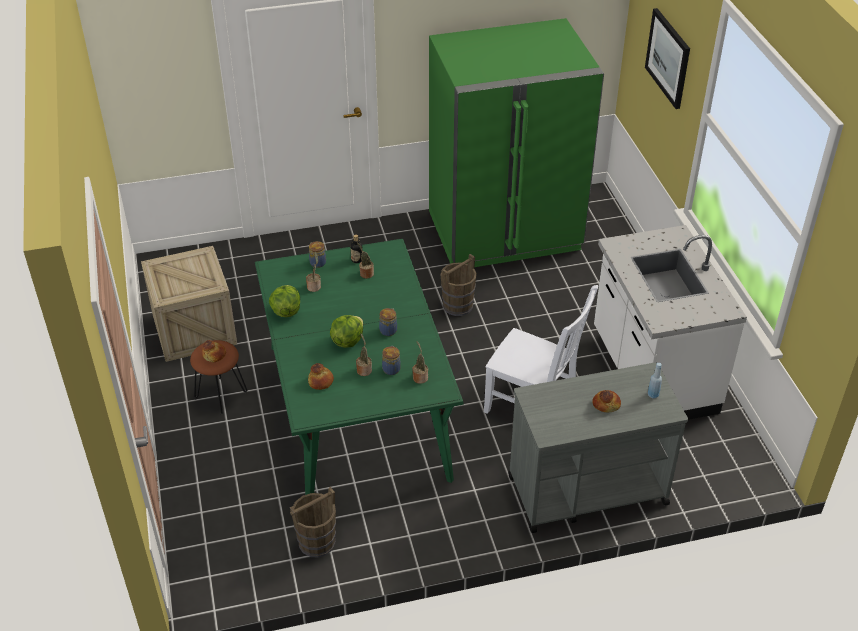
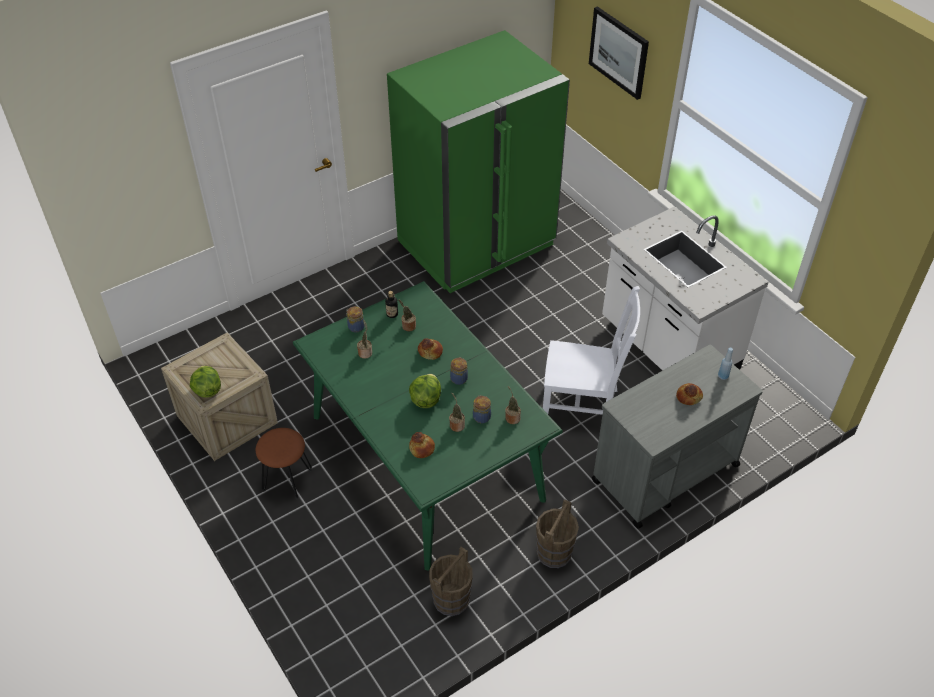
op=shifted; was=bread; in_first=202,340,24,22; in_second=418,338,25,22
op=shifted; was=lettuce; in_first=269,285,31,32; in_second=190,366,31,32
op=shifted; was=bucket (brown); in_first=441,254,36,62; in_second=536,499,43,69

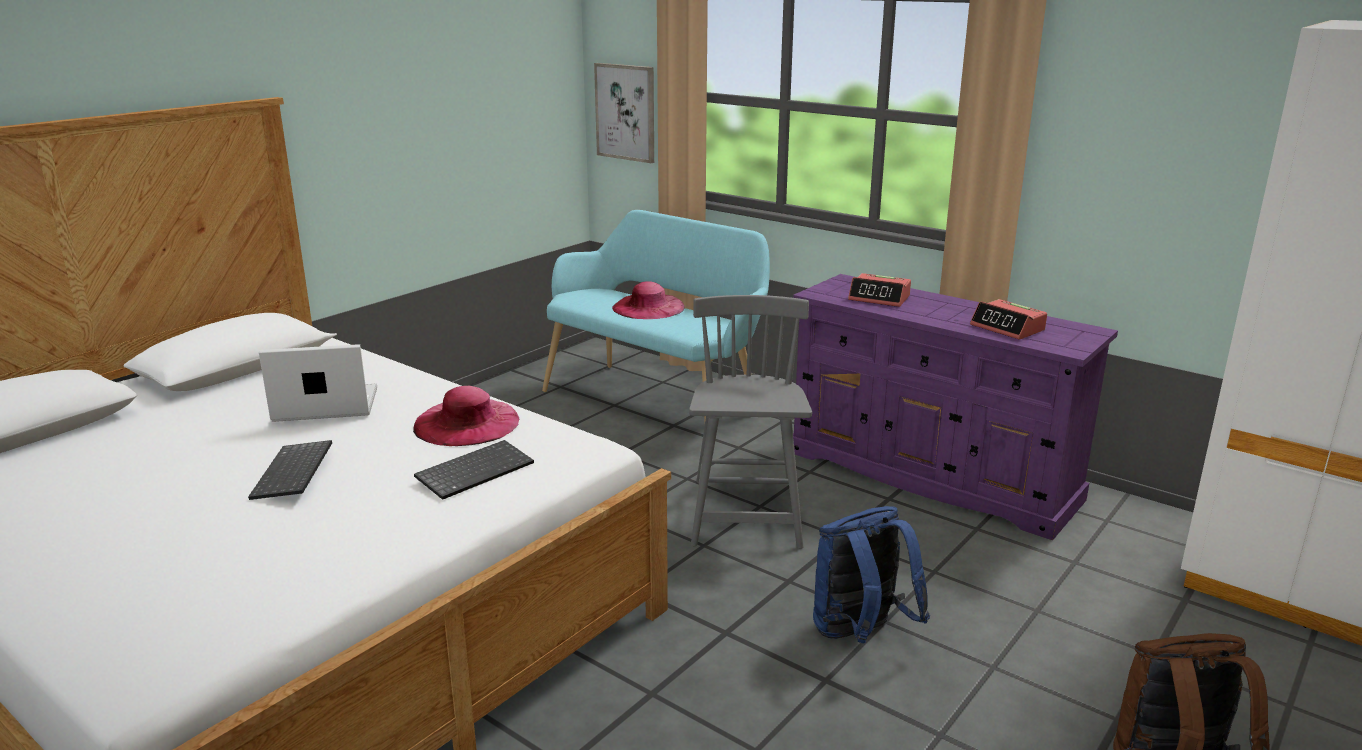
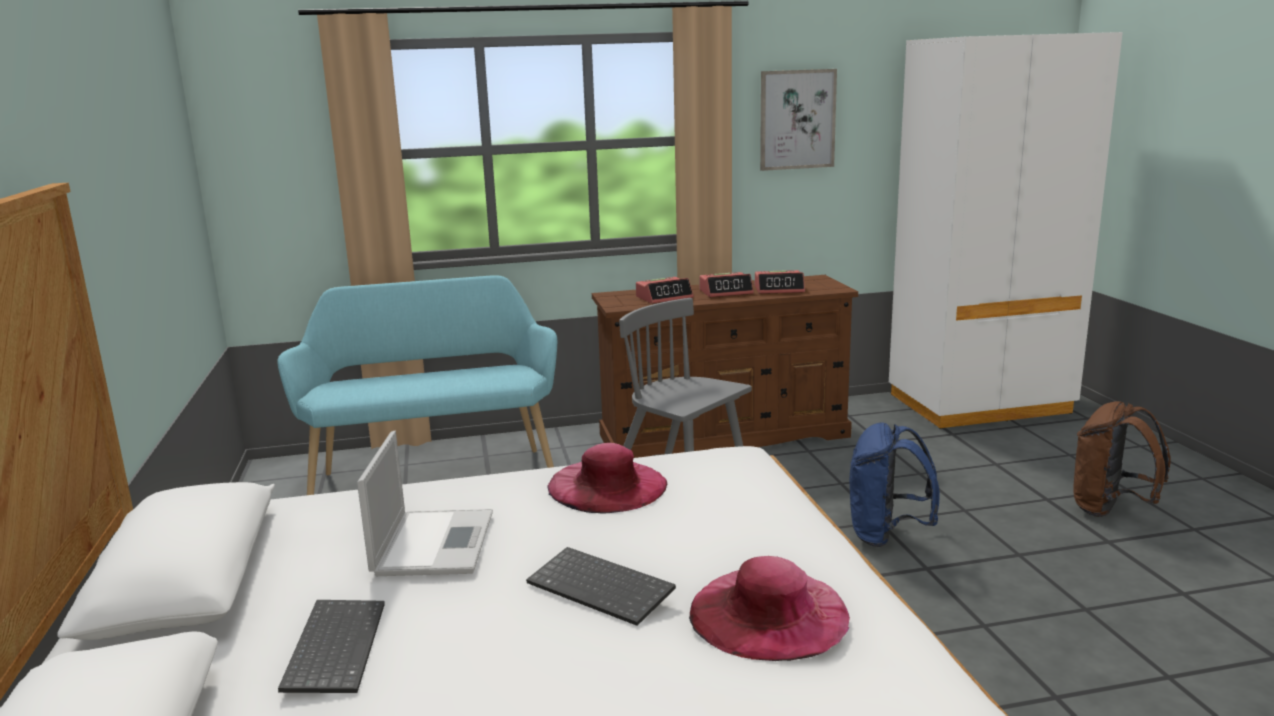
op=rotated; was=laptop; in_first=259,344,118,78; in_second=357,431,136,145; clockwise=150
op=shifted; was=keyboard; in_first=414,440,120,60; in_second=278,600,107,93
op=shifted; was=picture; in_first=594,63,60,100; in_second=760,69,77,102
op=shifted; was=hat (pink); in_first=612,281,72,38; in_second=689,556,161,105
op=repainted; was=dresser (purple); now=dresser (brown); in_first=793,274,325,266; in_second=592,275,266,183
op=new; now=alarm clock; in_second=699,272,55,25

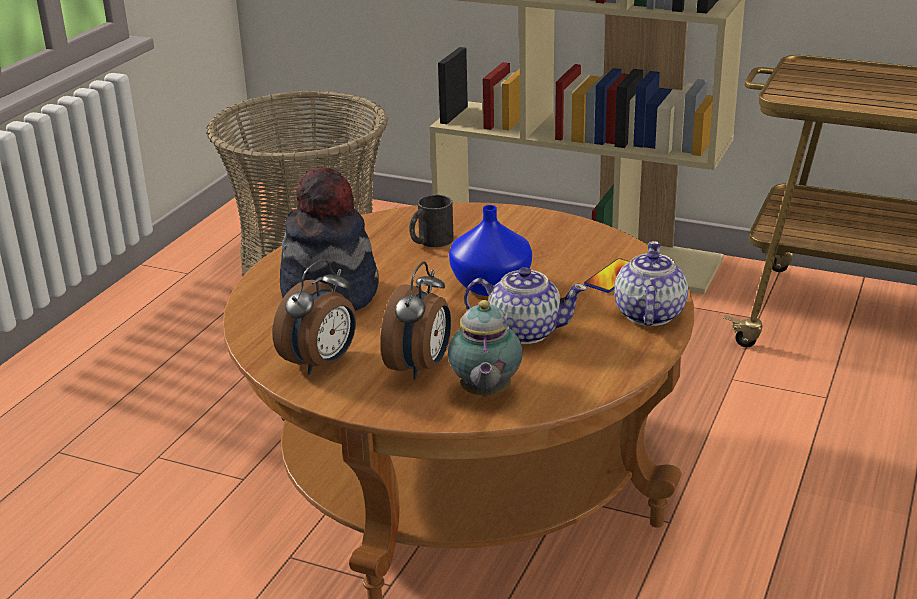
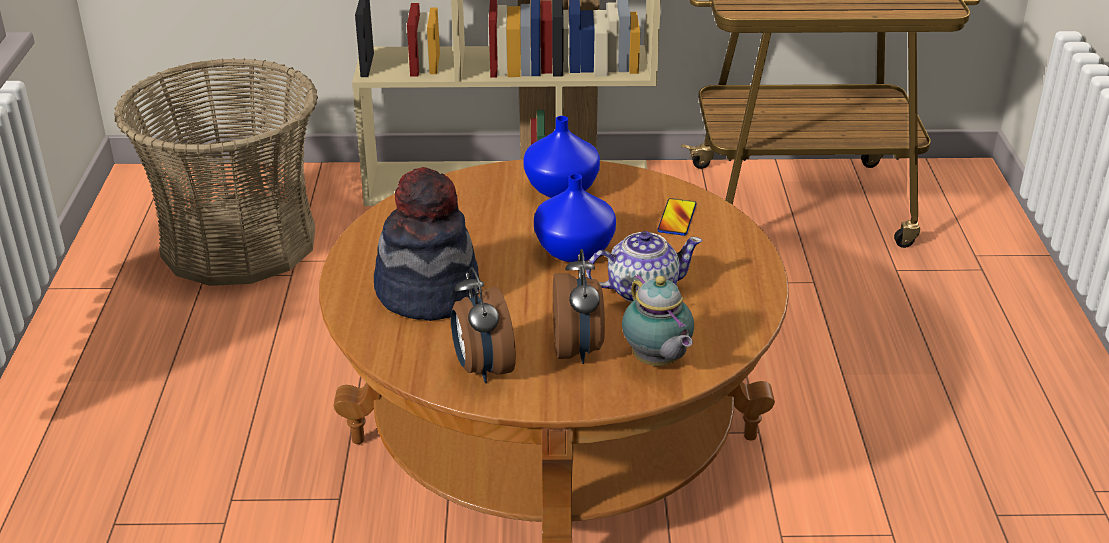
op=rotated; was=alarm clock; in_first=272,259,84,116; in_second=451,267,65,116; clockwise=150
op=gone; was=mug (black); in_first=409,195,45,52
op=gone; was=teapot; in_first=614,241,74,85
op=new; now=vase (blue); in_second=523,116,77,82

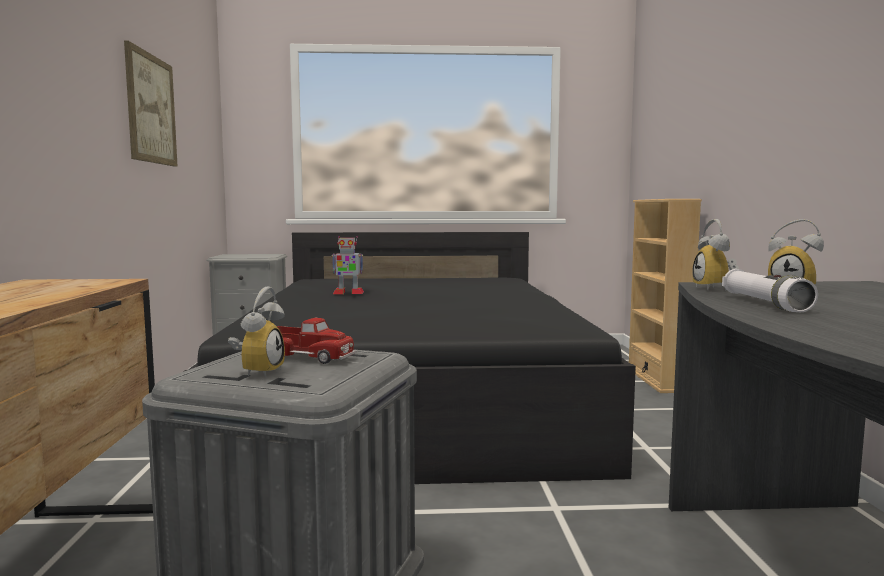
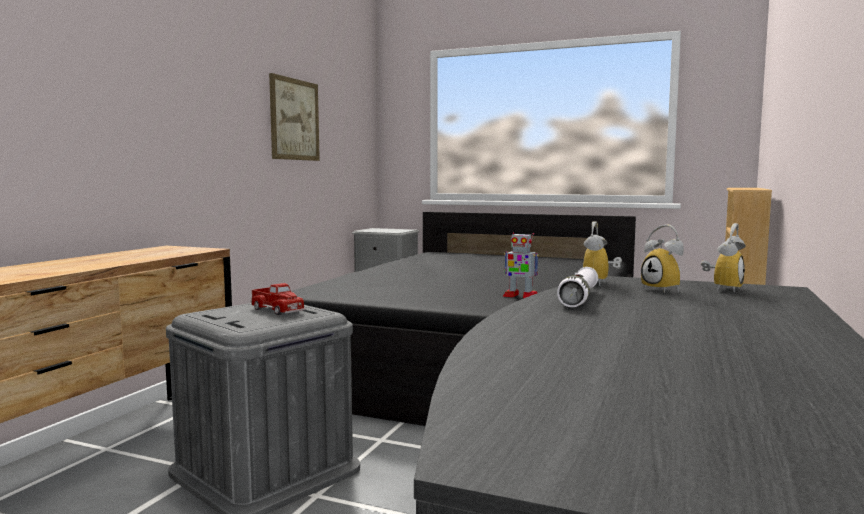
op=shifted; was=alarm clock; in_first=228,287,57,91; in_second=701,223,45,69
op=shifted; was=toy robot; in_first=332,236,32,58; in_second=502,232,37,66

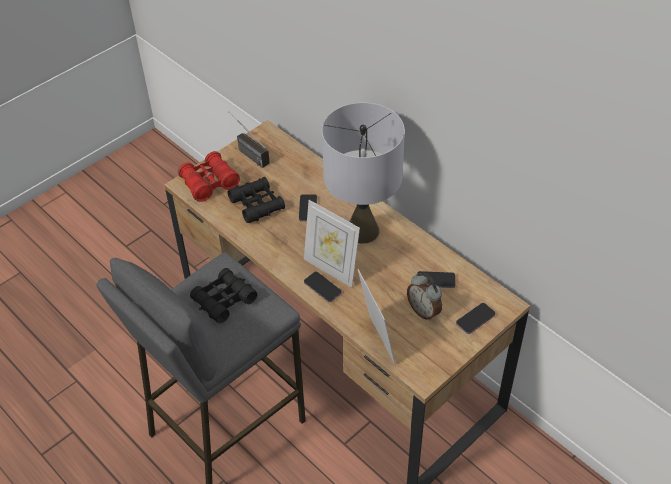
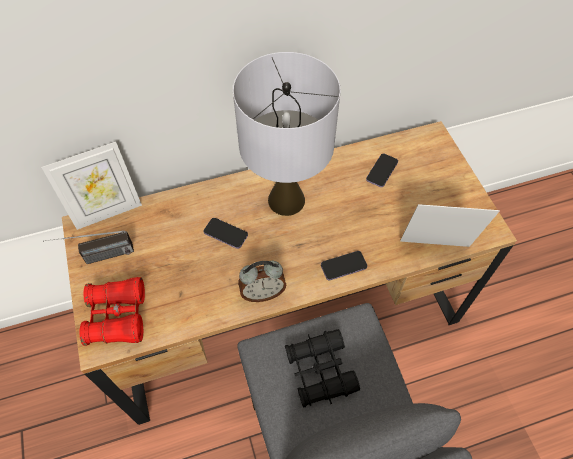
op=gone; was=binoculars (black); in_first=227,177,58,46
op=shifted; was=picture frame; in_first=304,200,56,88; in_second=41,142,101,88
op=shifted; was=alarm clock; in_first=407,273,35,48; in_second=238,261,48,41
op=gone; was=phone; in_first=456,303,40,31

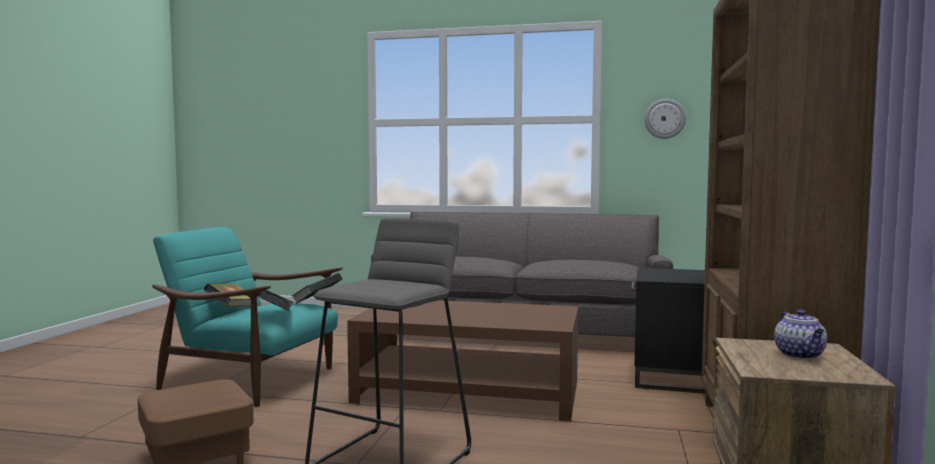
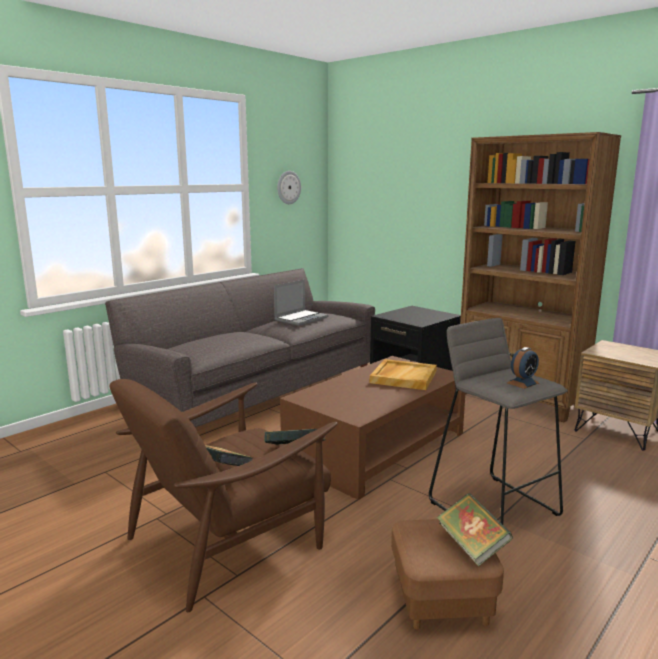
op=repainted; was=armchair (turquoise); now=armchair (brown); in_first=152,227,191,180; in_second=109,379,229,233
op=shifted; was=book; in_first=292,273,50,31; in_second=437,493,76,74
op=gone; was=teapot; in_first=774,309,53,50
op=new; now=laptop; in_second=274,279,54,47
op=new; now=tray (beige); in_second=370,359,67,31
op=new; now=alarm clock; in_second=507,347,32,42

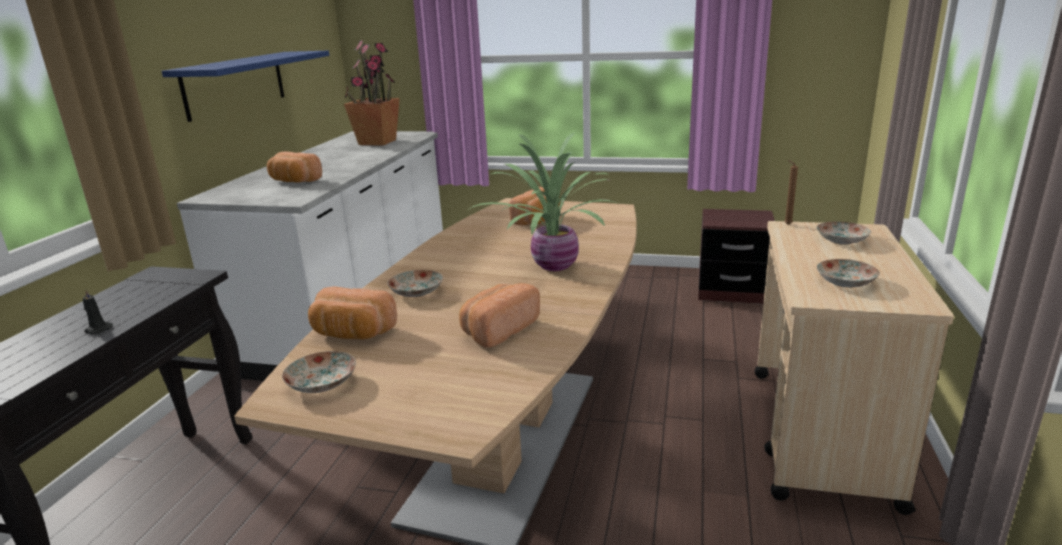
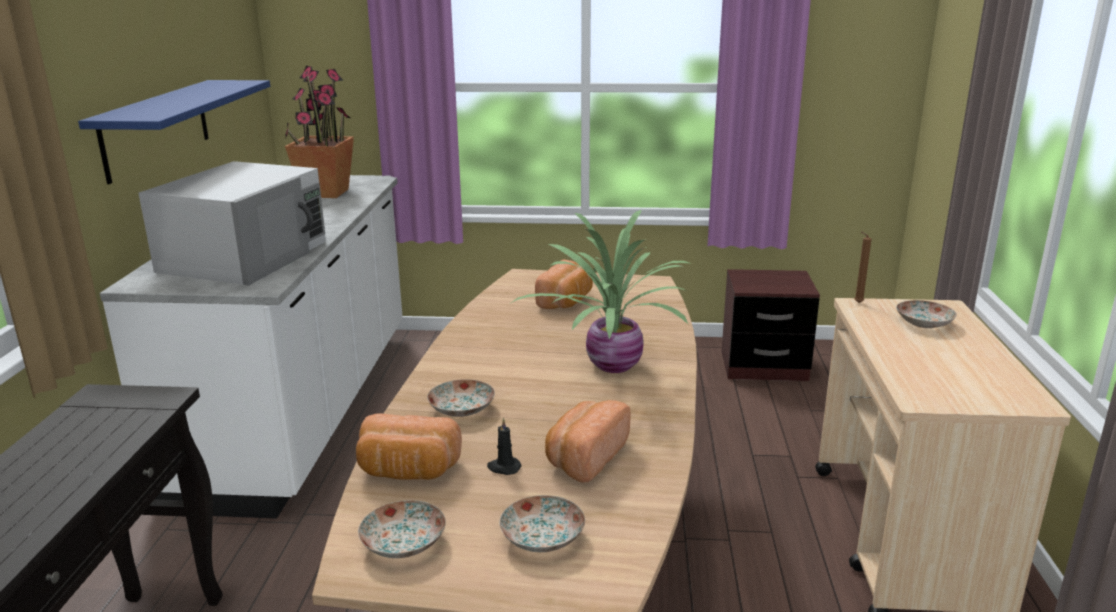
op=shifted; was=candle (black); in_first=83,288,30,46; in_second=487,418,35,57
op=swapped; was=bread; now=microwave (white); in_first=267,152,55,30; in_second=138,161,188,125
op=shifted; was=plate; in_first=817,259,63,29; in_second=499,495,86,57

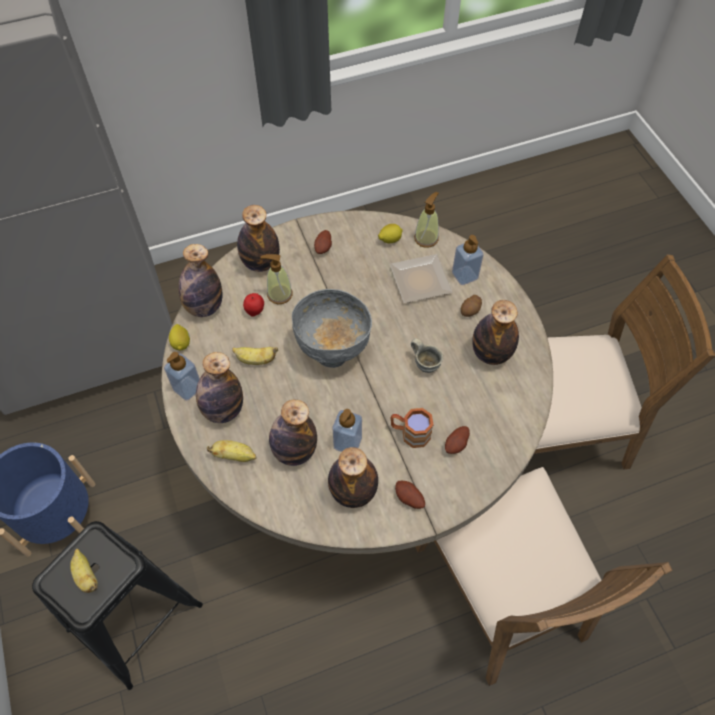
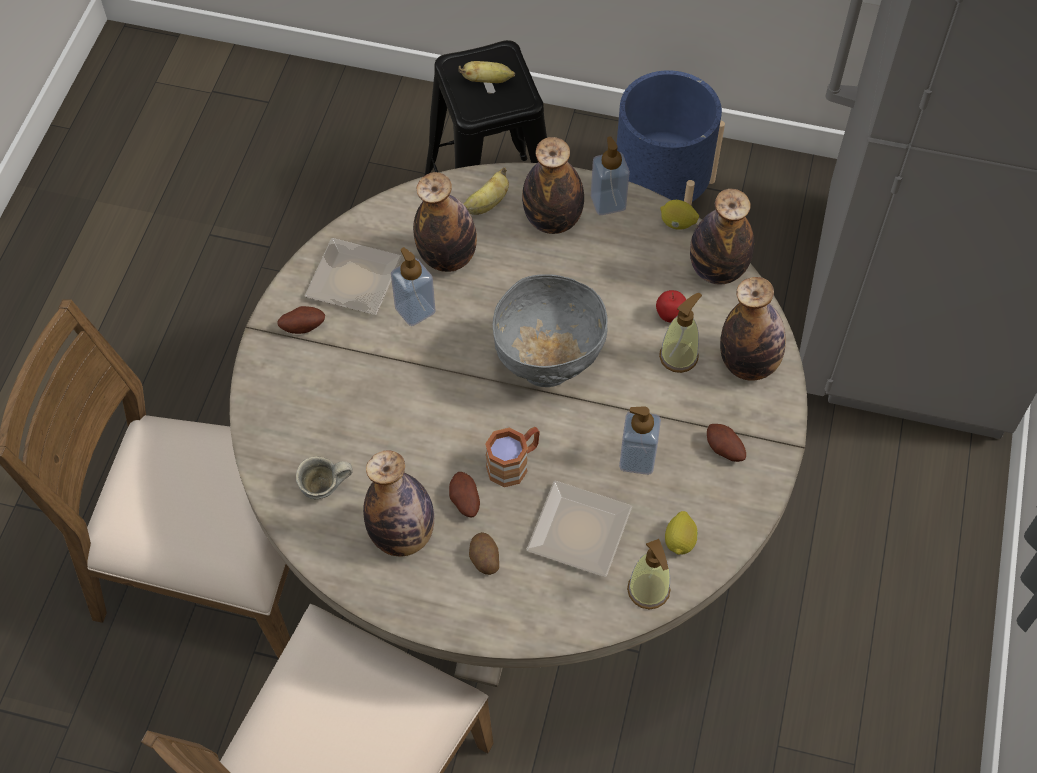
op=gone; was=banana; in_first=232,347,46,18
op=swapped; was=bottle; now=plate; in_first=328,447,50,61; in_second=305,238,97,77
op=shifted; was=mug (brown); in_first=391,408,43,40; in_second=485,427,55,60
op=shifted; was=mug (grey); in_first=411,338,32,35; in_second=296,457,57,42
op=shifted; was=potato; in_first=445,426,25,28; in_second=449,472,31,45
op=shifted; was=soap dispenser; in_first=452,235,32,50; in_second=619,406,42,69

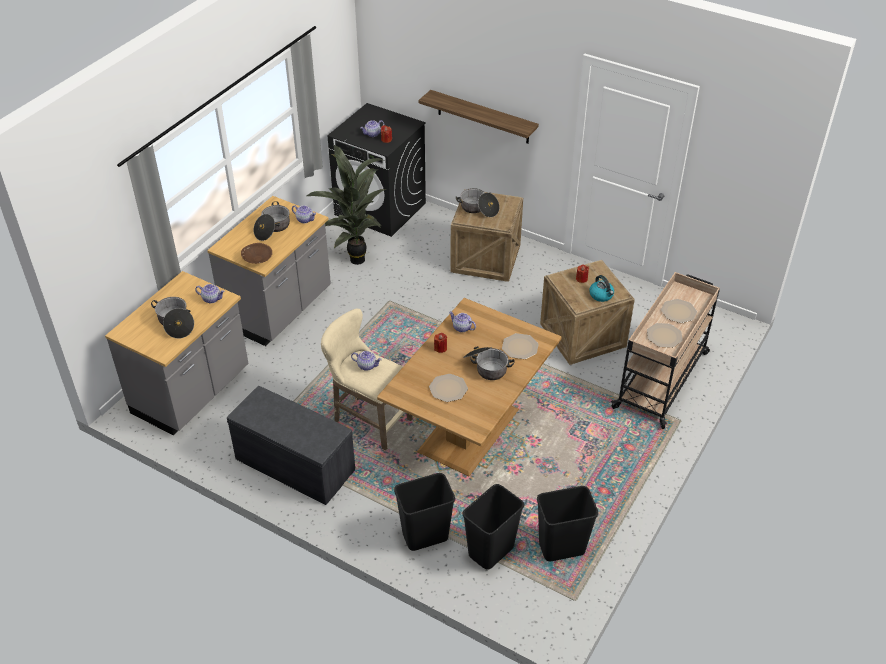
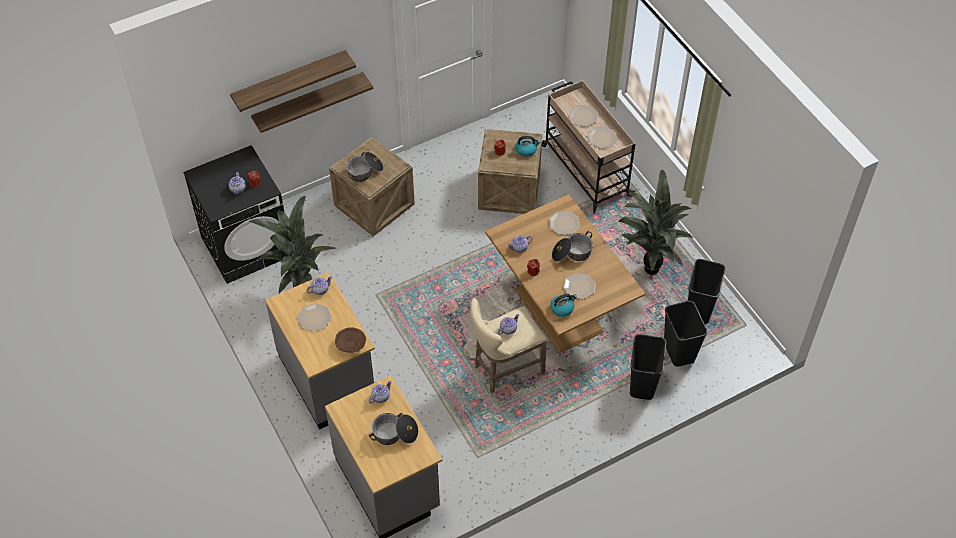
op=gone; was=bench (grey); in_first=227,386,128,119
op=swapped; was=cooking pot; now=plate; in_first=253,201,37,40; in_second=297,303,35,29
op=new; now=shelf; in_second=230,50,126,62
op=new; now=kettle; in_second=550,294,27,23
op=new; now=potted plant; in_second=618,170,76,105

